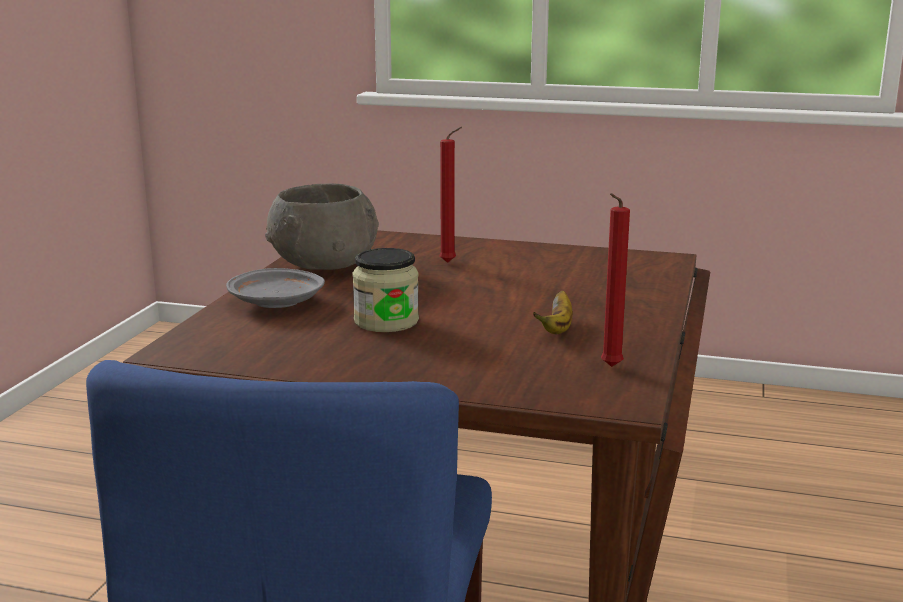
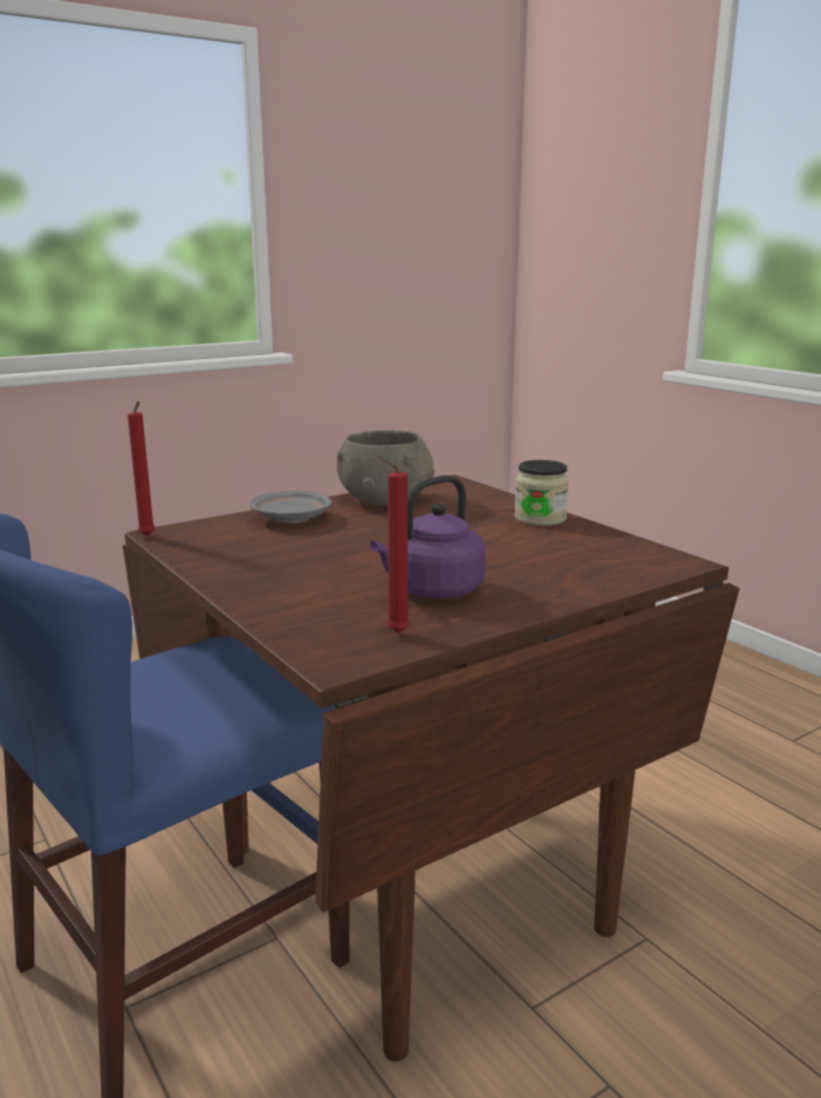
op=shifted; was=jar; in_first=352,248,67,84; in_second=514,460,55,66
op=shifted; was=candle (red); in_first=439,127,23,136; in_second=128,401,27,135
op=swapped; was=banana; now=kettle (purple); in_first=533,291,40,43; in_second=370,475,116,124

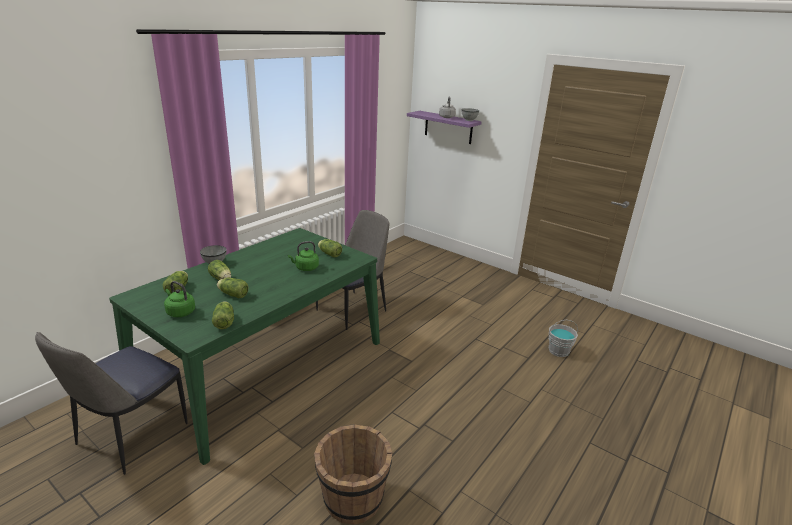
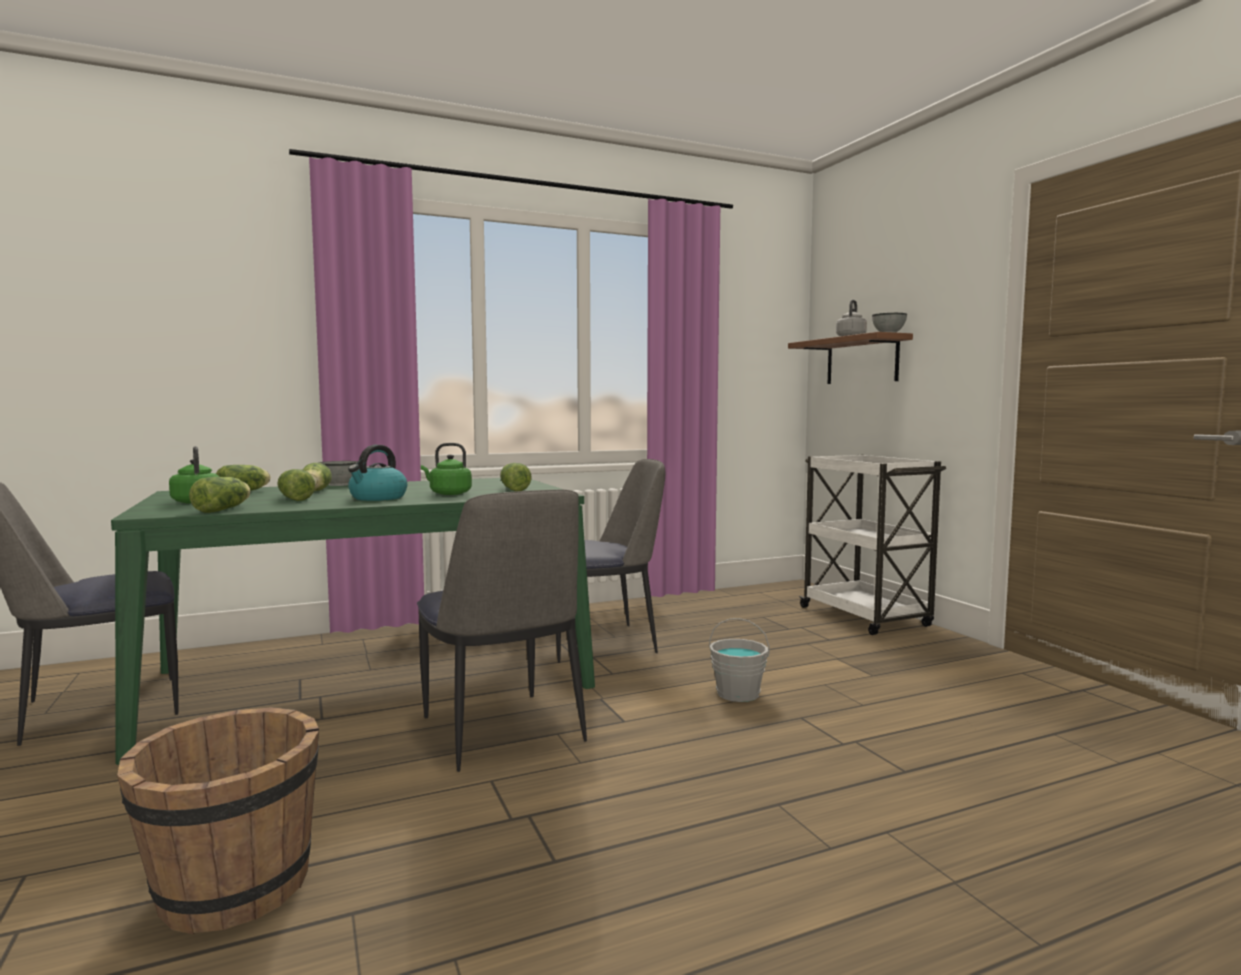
op=repainted; was=shelf (purple); now=shelf (brown); in_first=407,111,75,33; in_second=788,332,125,52
op=shifted; was=bucket (grey); in_first=549,320,29,37; in_second=709,618,61,84
op=new; now=kettle; in_second=348,445,59,56
op=new; now=chair; in_second=417,490,170,282
op=new; now=cart (white); in_second=798,455,148,180

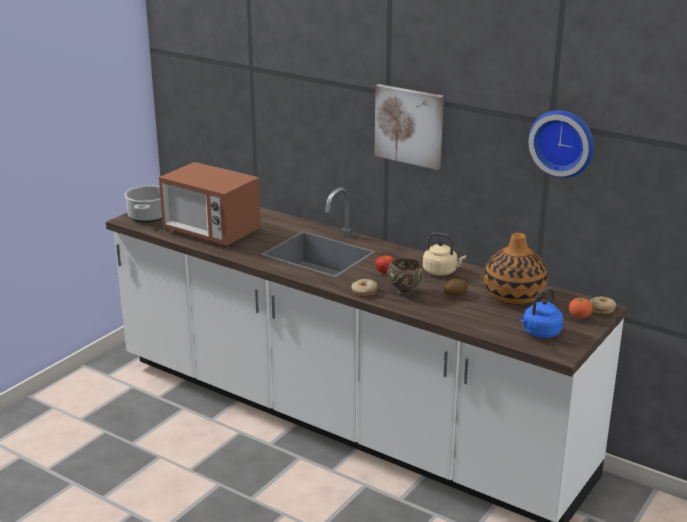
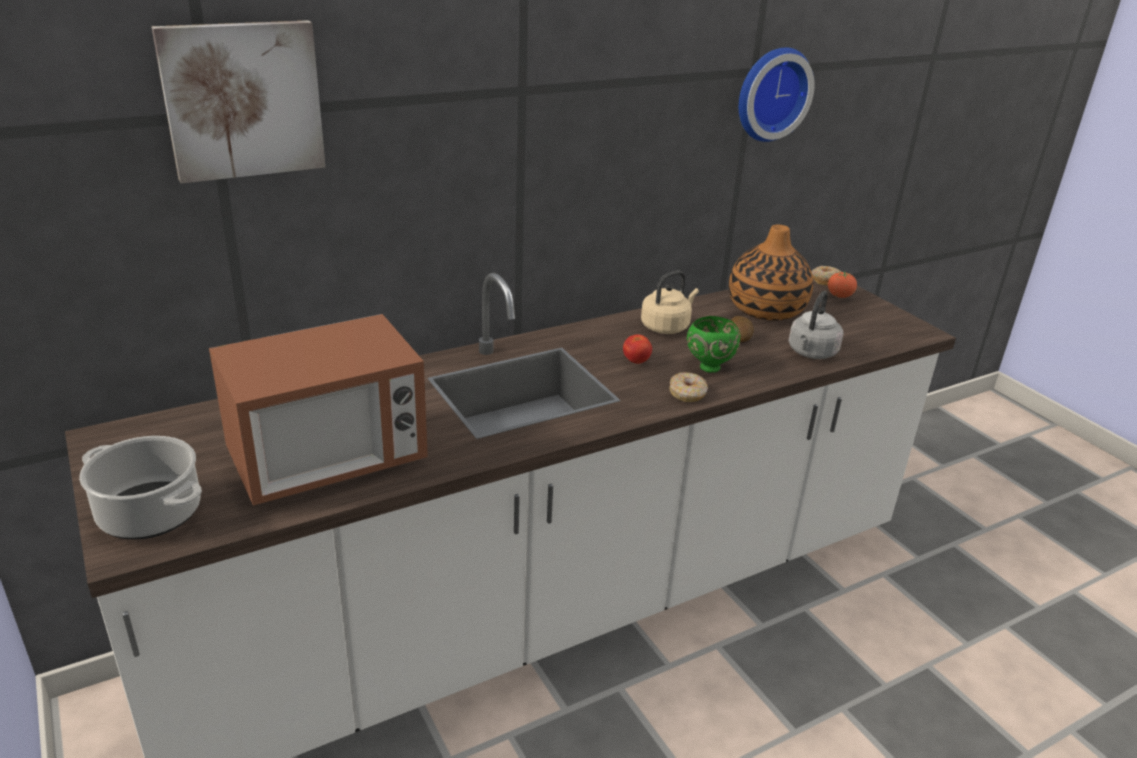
op=shifted; was=picture; in_first=374,84,70,86; in_second=151,20,175,164
op=repainted; was=bowl (brown); now=bowl (green); in_first=387,259,36,37; in_second=687,316,53,57
op=gone; was=kettle (blue); in_first=520,288,43,50
op=new; now=kettle (grey); in_second=788,291,56,68

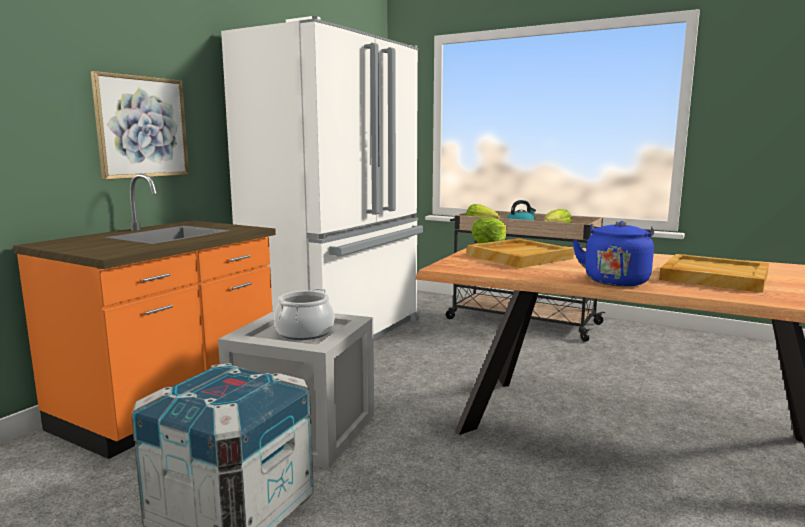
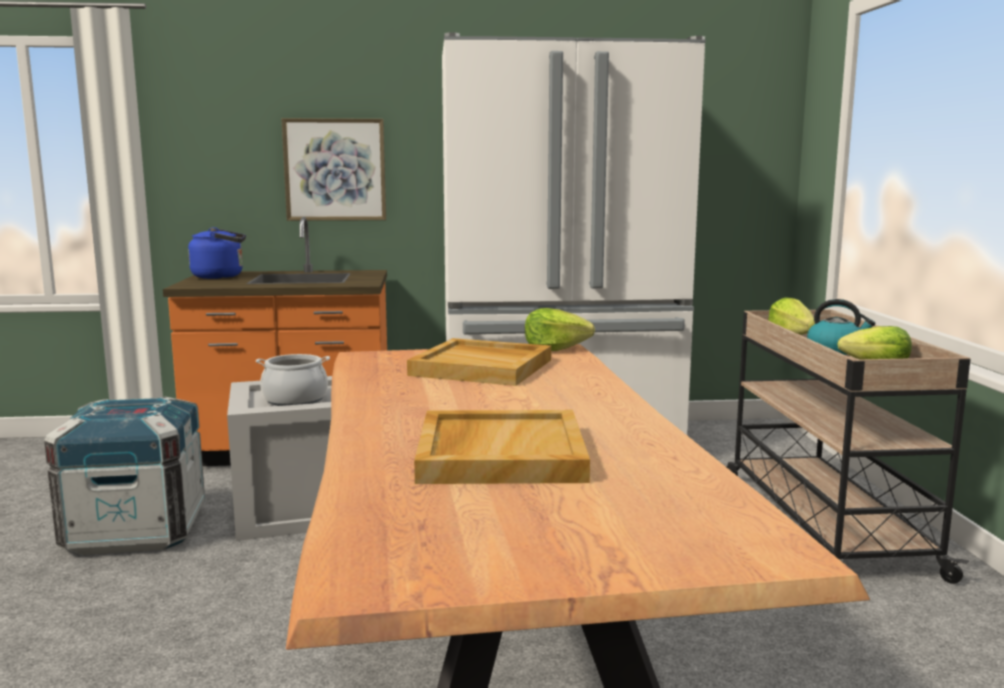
op=shifted; was=kettle (blue); in_first=572,221,82,66; in_second=188,227,58,52

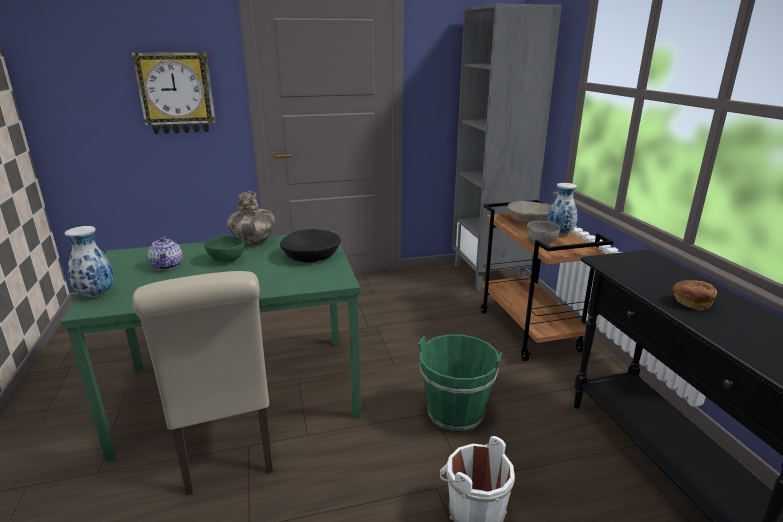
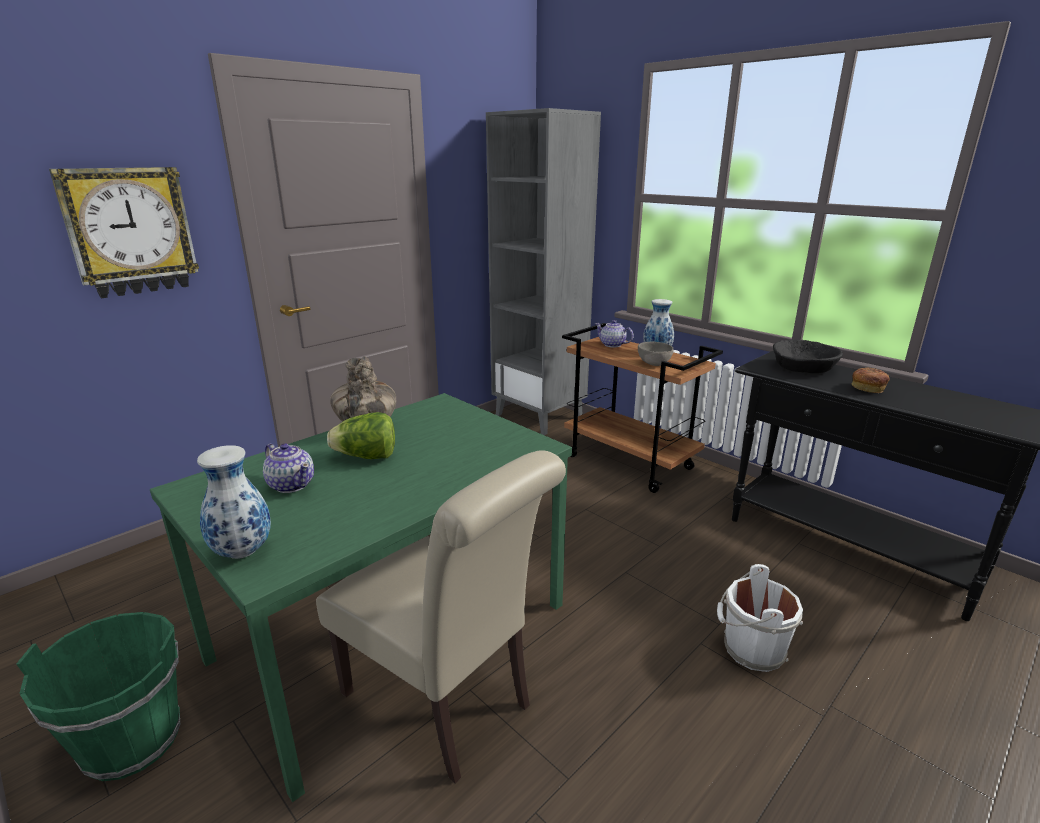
op=swapped; was=bowl (green); now=lettuce; in_first=204,236,41,26; in_second=327,412,68,47
op=shifted; was=bowl (black); in_first=280,229,61,33; in_second=773,339,70,34
op=shifted; was=bucket (green); in_first=418,334,84,99; in_second=16,612,164,169
op=swapped; was=bowl (beige); now=teapot; in_first=507,201,45,22; in_second=595,320,39,28

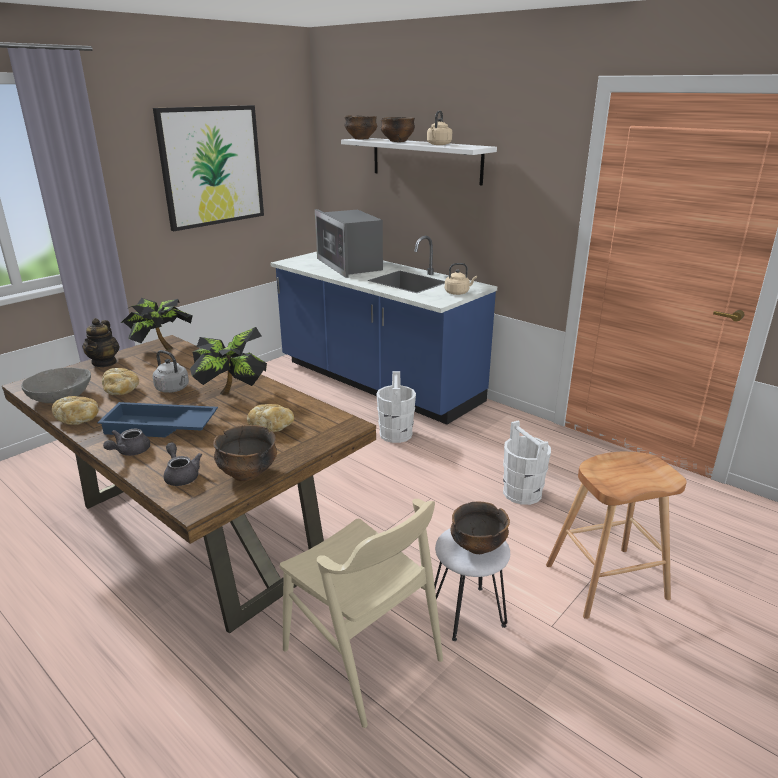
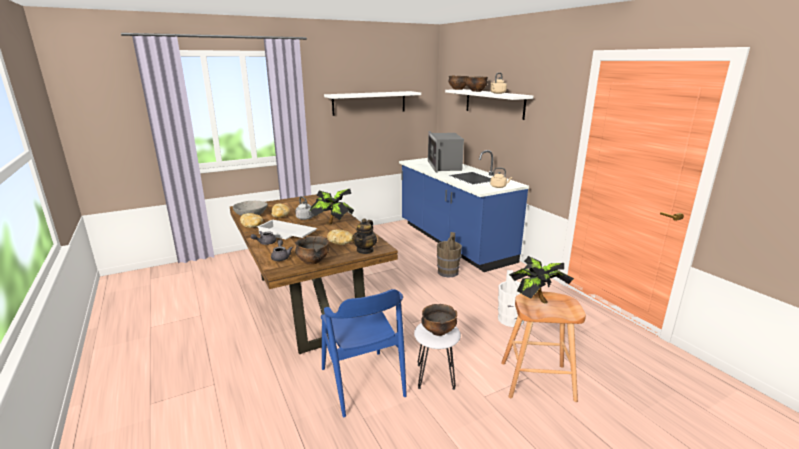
op=shifted; was=teapot; in_first=82,318,38,49; in_second=352,218,25,36
op=repainted; was=tray (blue); now=tray (white); in_first=98,402,120,36; in_second=257,220,60,19
op=shifted; was=potted plant; in_first=121,298,72,52; in_second=509,256,65,47
op=swapped; was=picture; now=shelf (white); in_first=153,105,111,126; in_second=324,91,97,25
op=repainted; was=chair (beige); now=chair (blue); in_first=280,499,163,229; in_second=321,289,86,128
op=repainted; was=bucket (white); now=bucket (brown); in_first=376,371,40,72; in_second=437,232,25,45

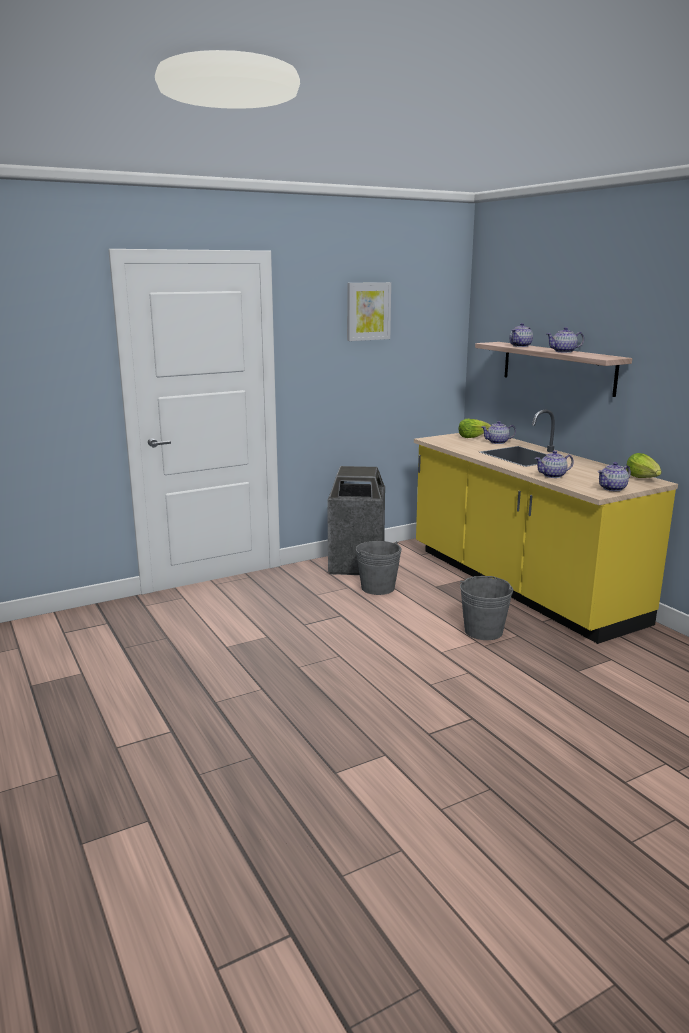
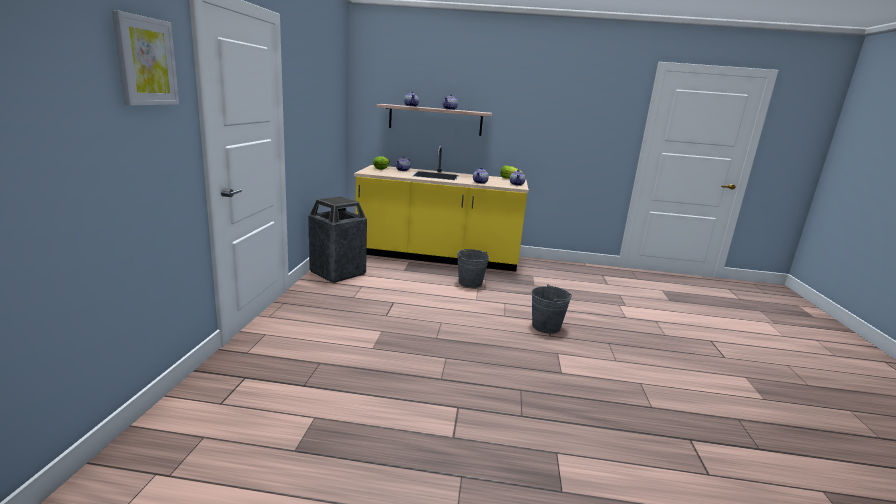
op=shifted; was=picture; in_first=348,282,43,59; in_second=112,10,67,96
op=shifted; was=bucket (grey); in_first=356,541,46,54; in_second=532,284,40,50

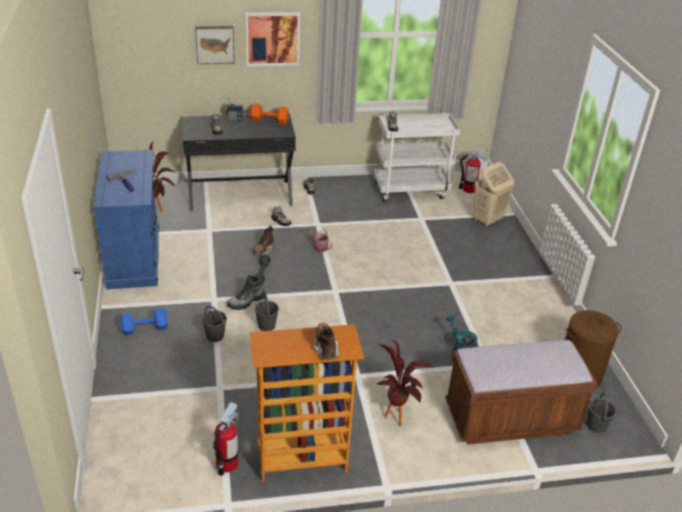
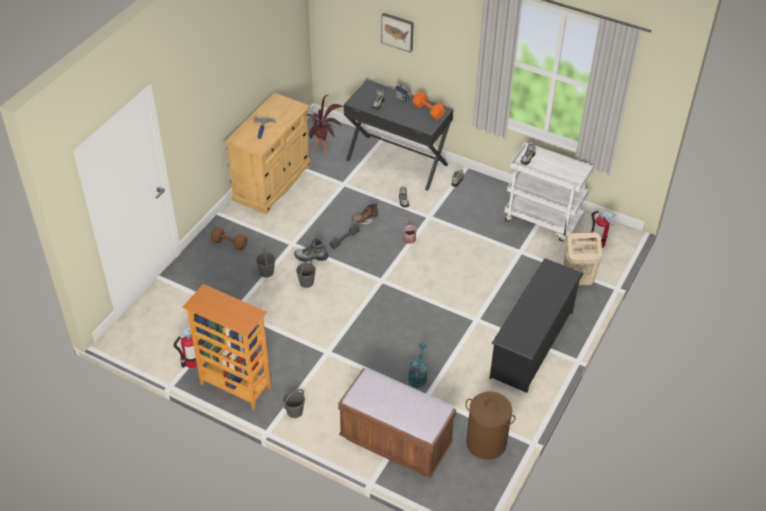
op=repainted; was=cabinet (blue); now=cabinet (beige); in_first=93,150,66,139; in_second=225,93,86,121
op=repainted; was=dumbbell (blue); now=dumbbell (brown); in_first=120,308,48,27; in_second=211,227,37,24
op=gone; was=picture; in_first=245,12,55,54
op=gone; was=boot (brown); in_first=313,323,27,37
op=gone; was=potted plant; in_first=376,338,57,88
op=shifted; was=bucket (grey); in_first=587,392,29,41; in_second=283,389,22,29
op=new; now=shoe rack (black); in_second=490,258,94,135

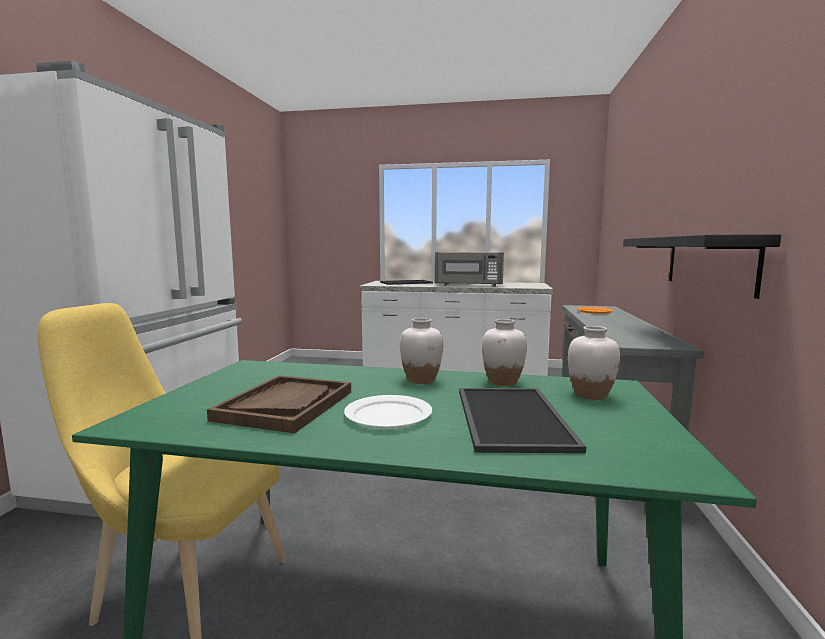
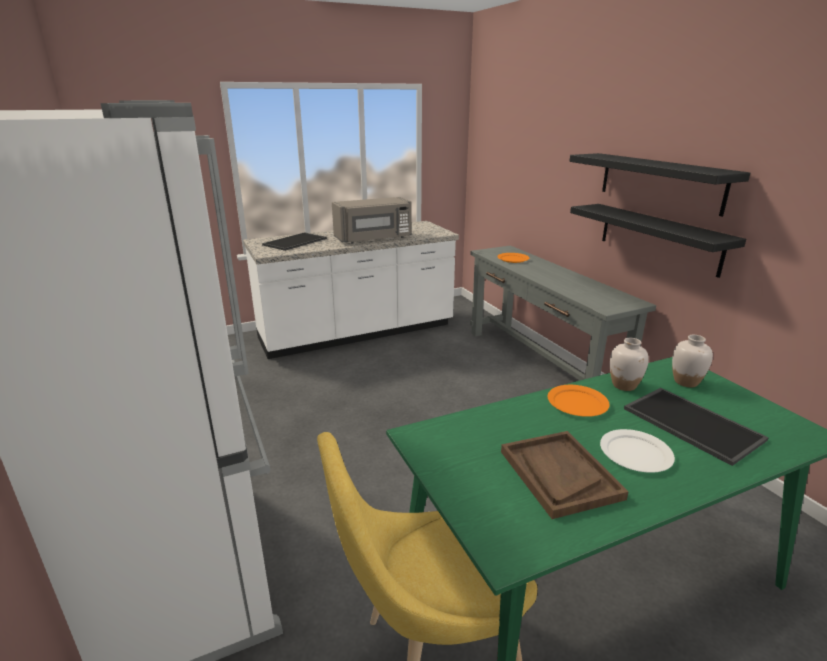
op=swapped; was=vase (white); now=plate (orange); in_first=400,318,43,66; in_second=548,385,62,32
op=new; now=shelf (black); in_second=569,153,181,64

